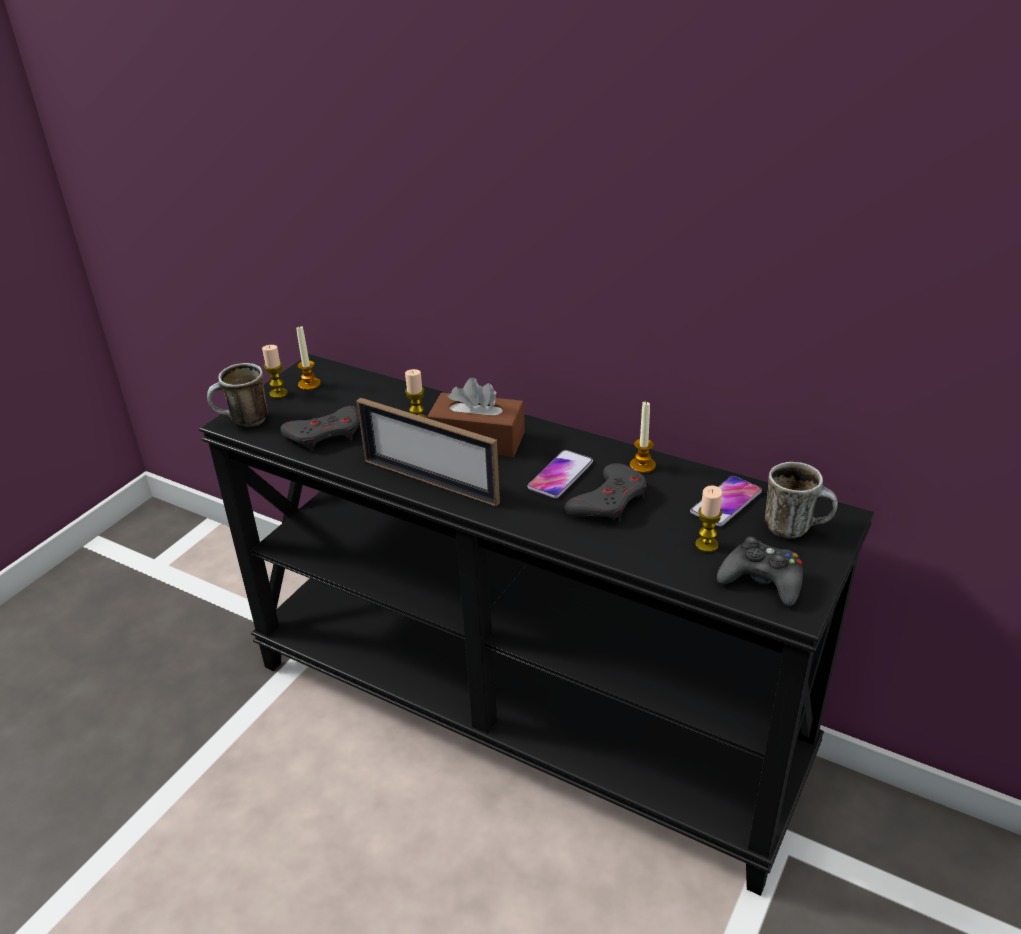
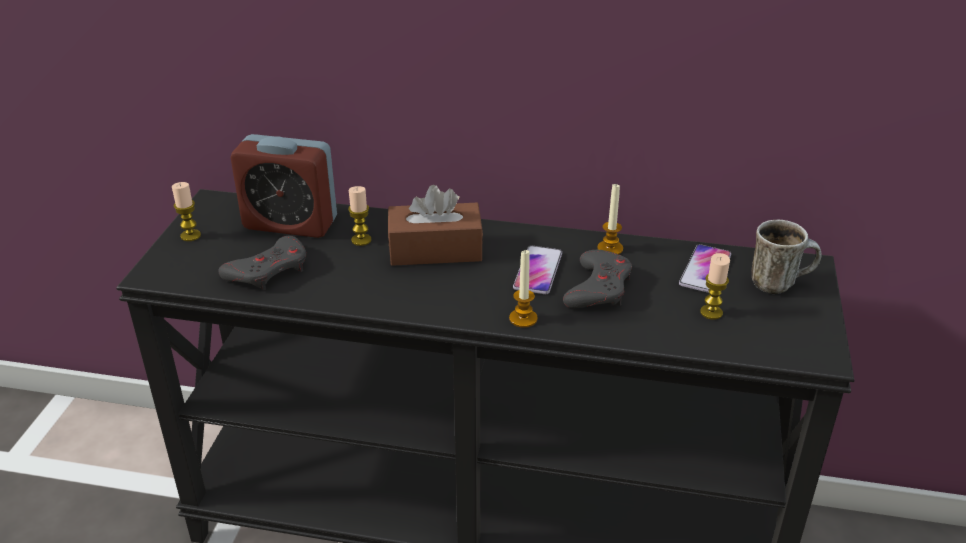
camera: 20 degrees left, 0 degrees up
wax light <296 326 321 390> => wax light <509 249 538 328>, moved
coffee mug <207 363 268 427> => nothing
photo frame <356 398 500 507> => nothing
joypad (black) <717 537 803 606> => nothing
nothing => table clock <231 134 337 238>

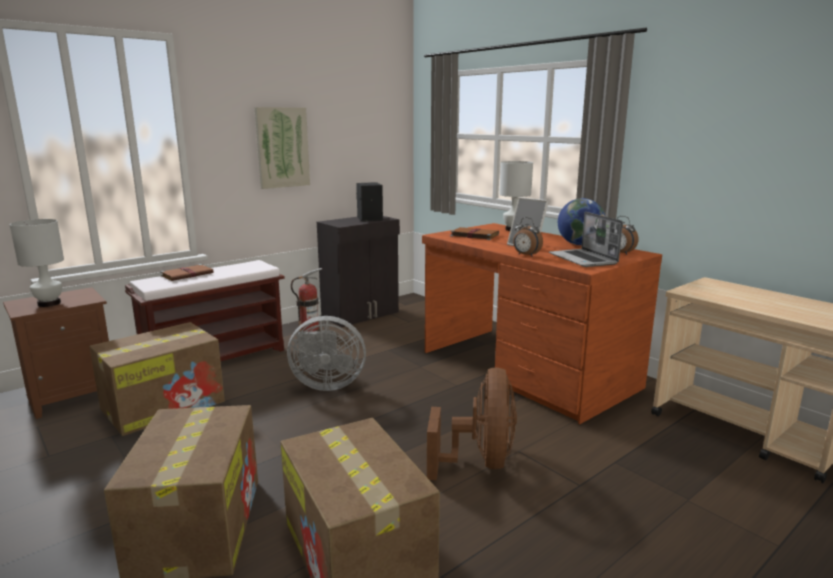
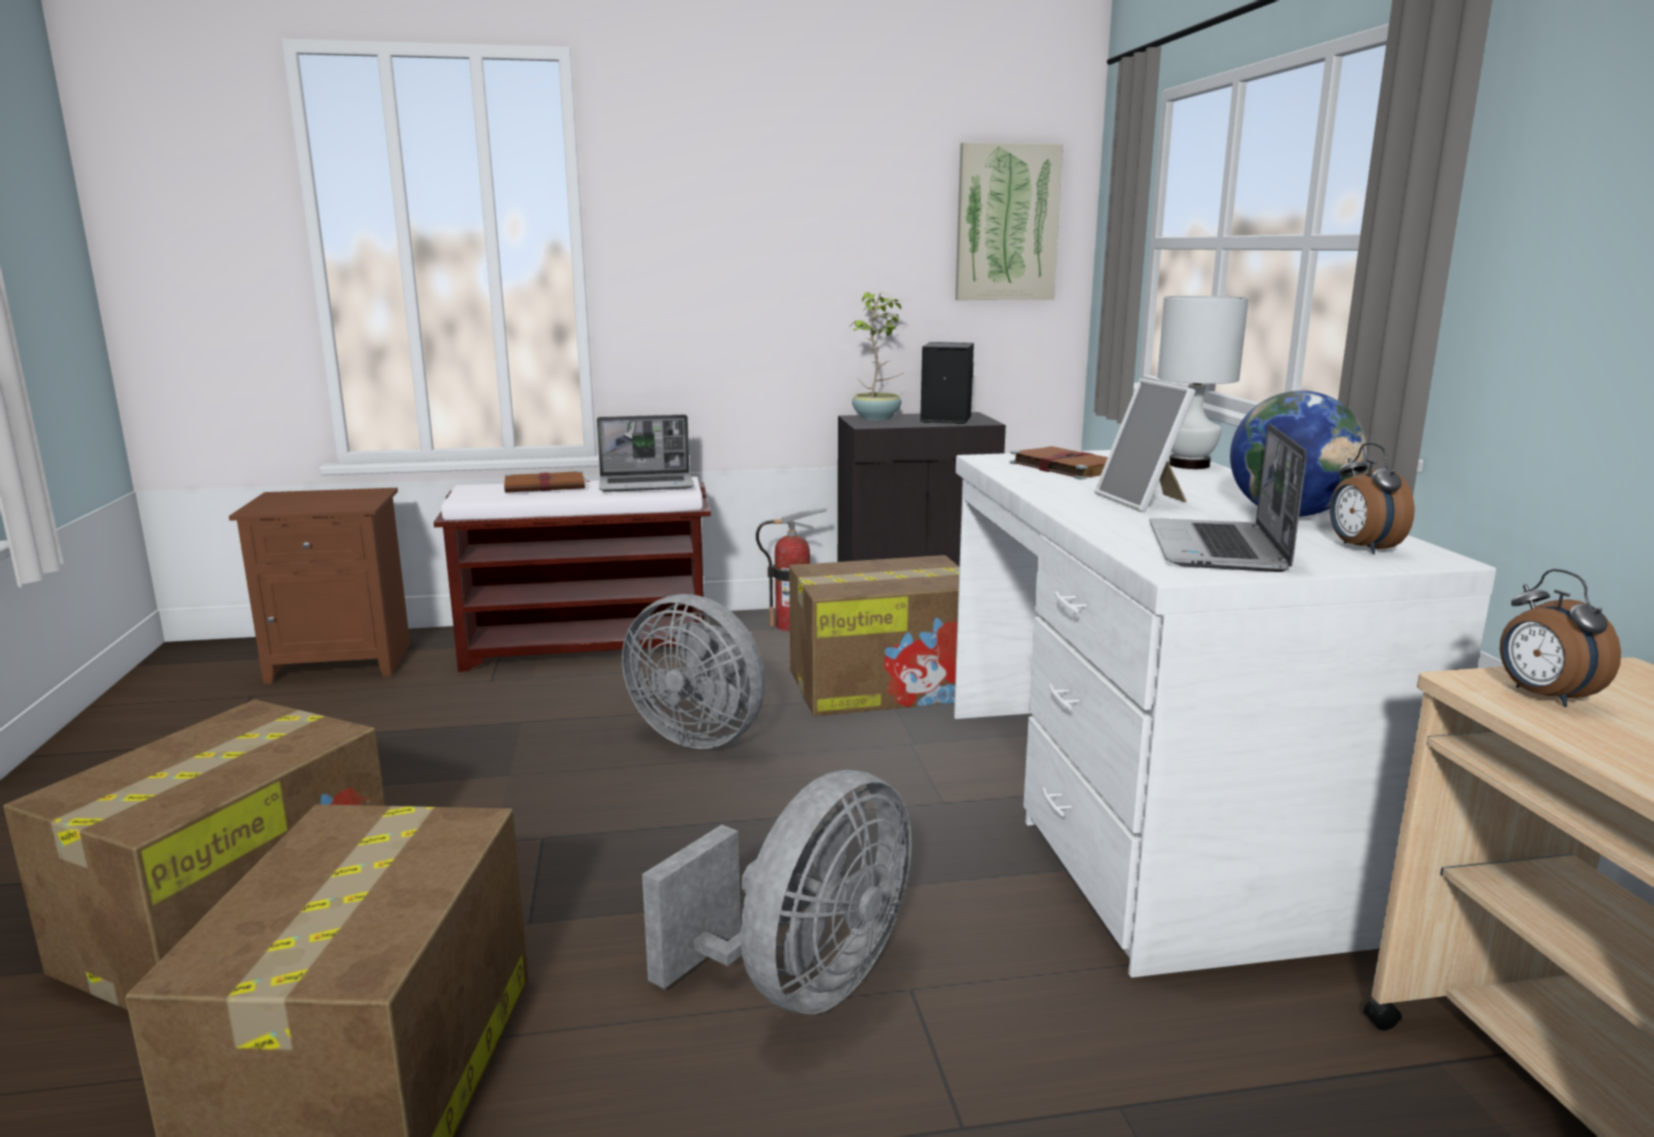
camera: 30 degrees right, 0 degrees up
wall art <254 107 310 189> => wall art <955 142 1063 300>, moved
table clock <513 217 543 257> => table clock <1500 569 1621 707>, moved
lamp for a table (white-coloured) <9 219 64 307> => nothing
desk (brown) <422 223 662 424> => desk (white-coloured) <954 450 1496 978>
packing box <89 322 225 436> => packing box <789 555 959 716>, moved
cooling fan (brown) <427 367 517 480> => cooling fan (greyish) <642 770 911 1014>
nothing => plant in a pot <852 292 903 420>
nothing => portable computer <597 415 694 492>

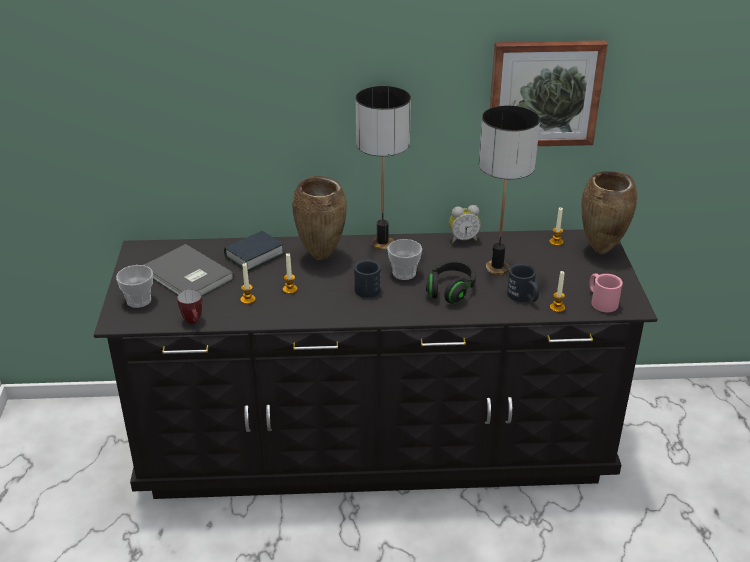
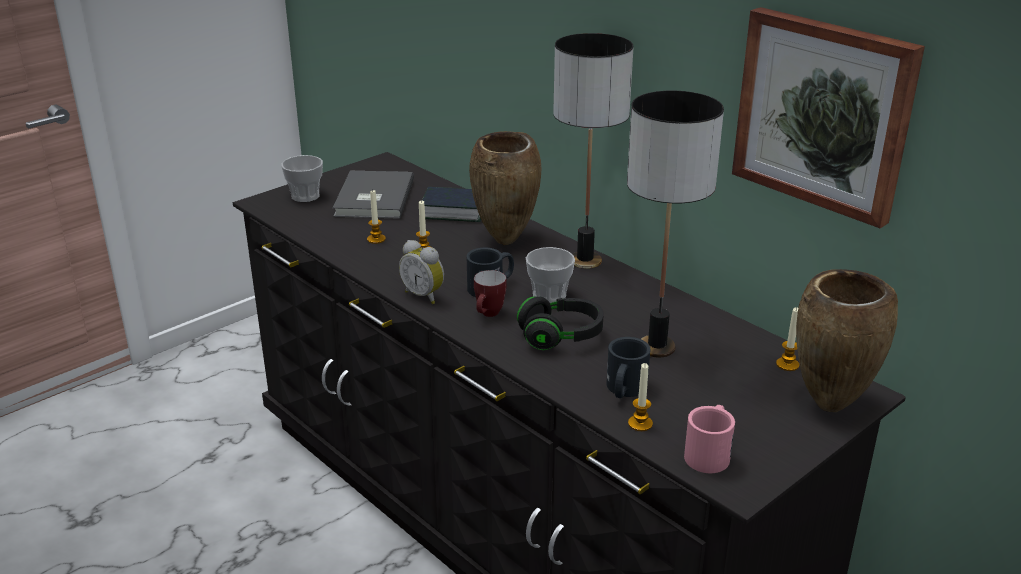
camera: 50 degrees right, 5 degrees down
table clock <449 205 481 243> => table clock <399 240 444 304>, moved
coffee mug <177 290 202 324> => coffee mug <474 270 507 317>, moved

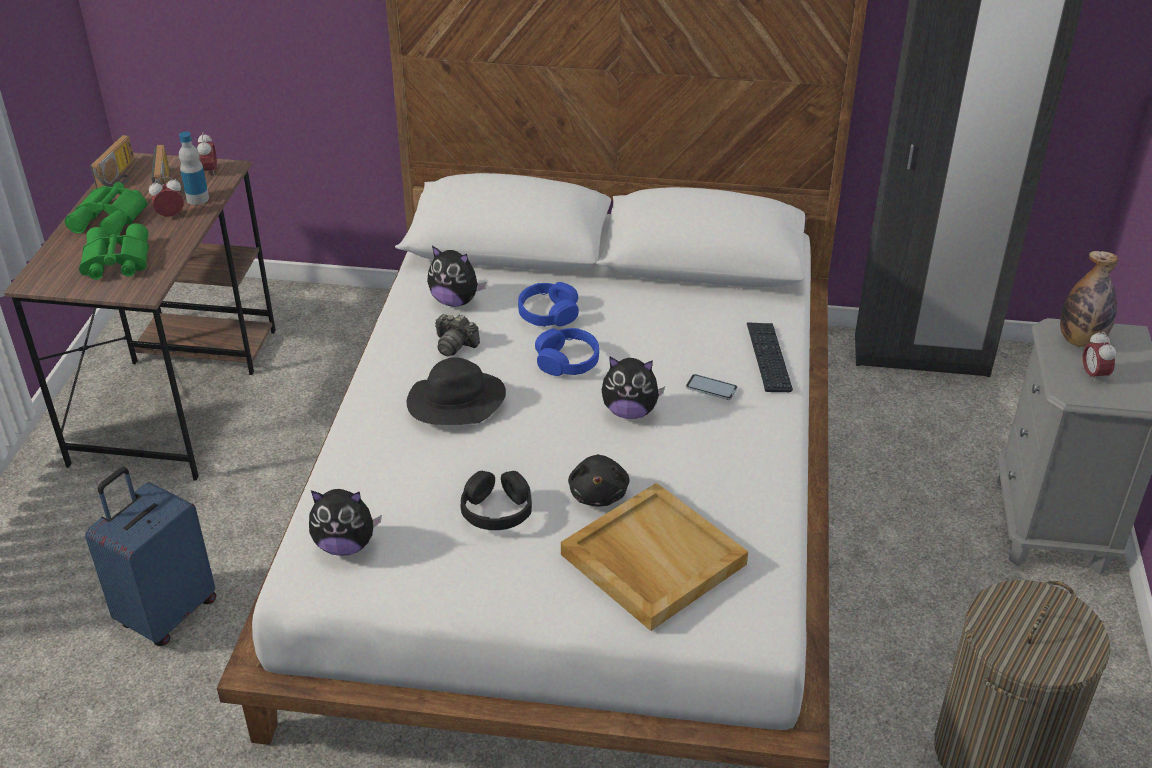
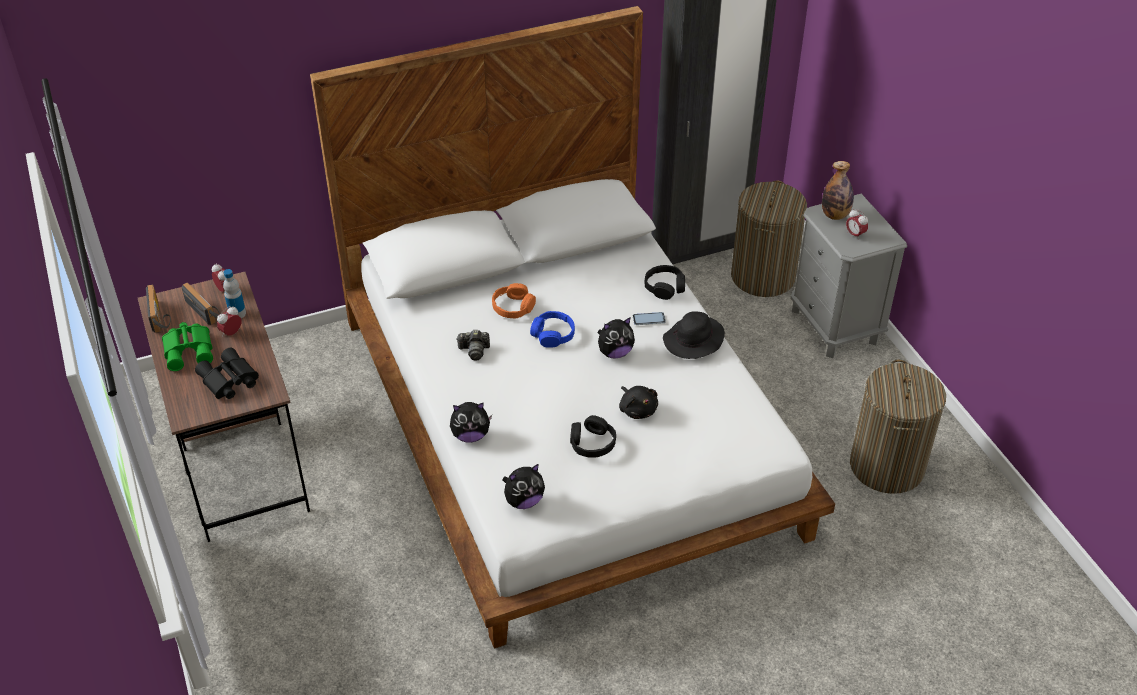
camera: 30 degrees left, 5 degrees up
binoculars (green-coloured) <79 223 149 280> => binoculars (black) <195 348 259 399>
soft toy <427 246 486 307> => soft toy <450 402 492 443>, moved
headphones (blue) <518 282 579 327> => headphones (orangey) <492 283 536 318>
keyboard <747 322 793 392> => headphones (black) <645 265 685 300>
wearable hat (black) <406 357 506 425> => wearable hat (black) <663 311 725 359>, moved
piece of luggage (blue) <85 467 216 646> => nothing
carrying tray (beige-coloured) <561 483 748 631> => nothing
nothing => washing basket <731 181 807 297>

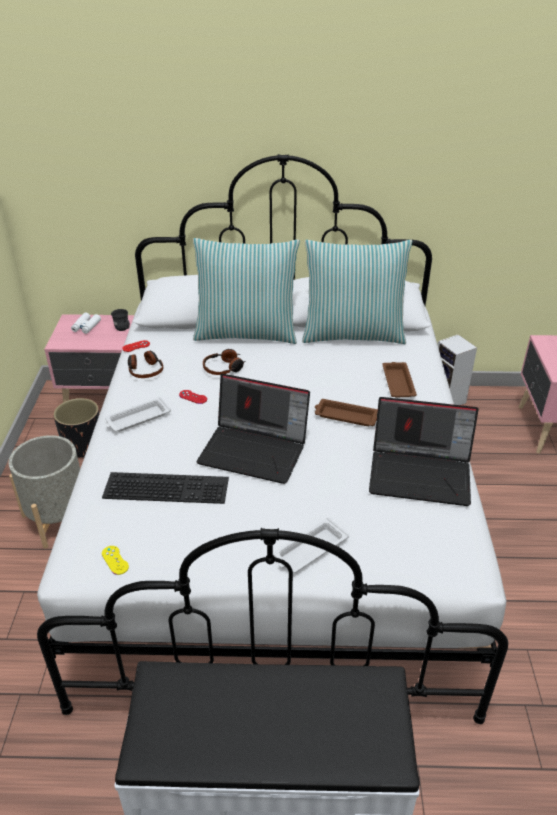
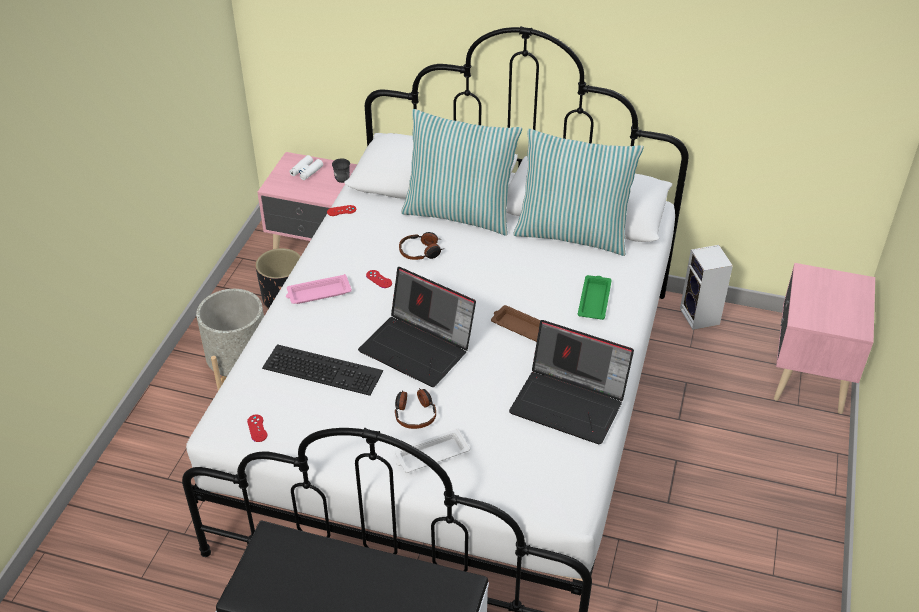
camera: 15 degrees right, 5 degrees up
headphones <128 351 163 378> => headphones <395 388 436 429>, moved
carrying tray (brown) <382 362 417 397> => carrying tray (green-coloured) <578 275 612 320>
carrying tray (white-coloured) <105 397 171 432> => carrying tray (pink-coloured) <286 274 352 304>
joypad (yellow) <102 546 129 575> => joypad (red-coloured) <247 415 267 442>

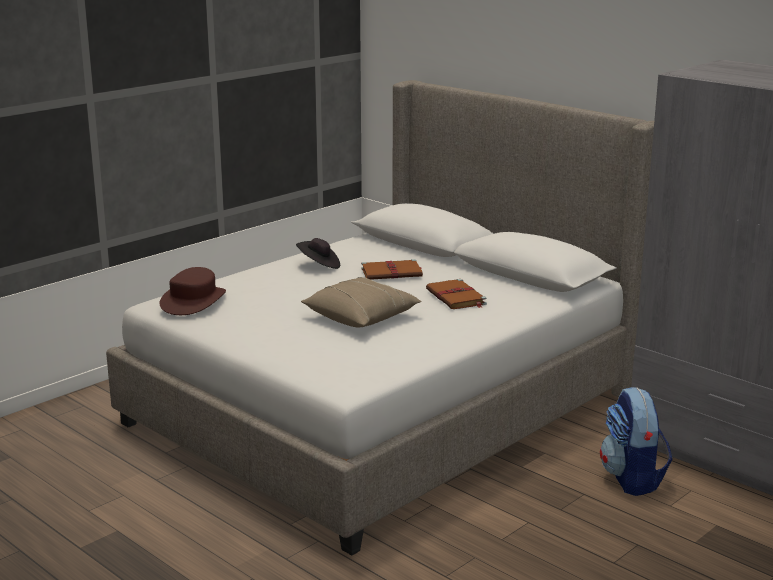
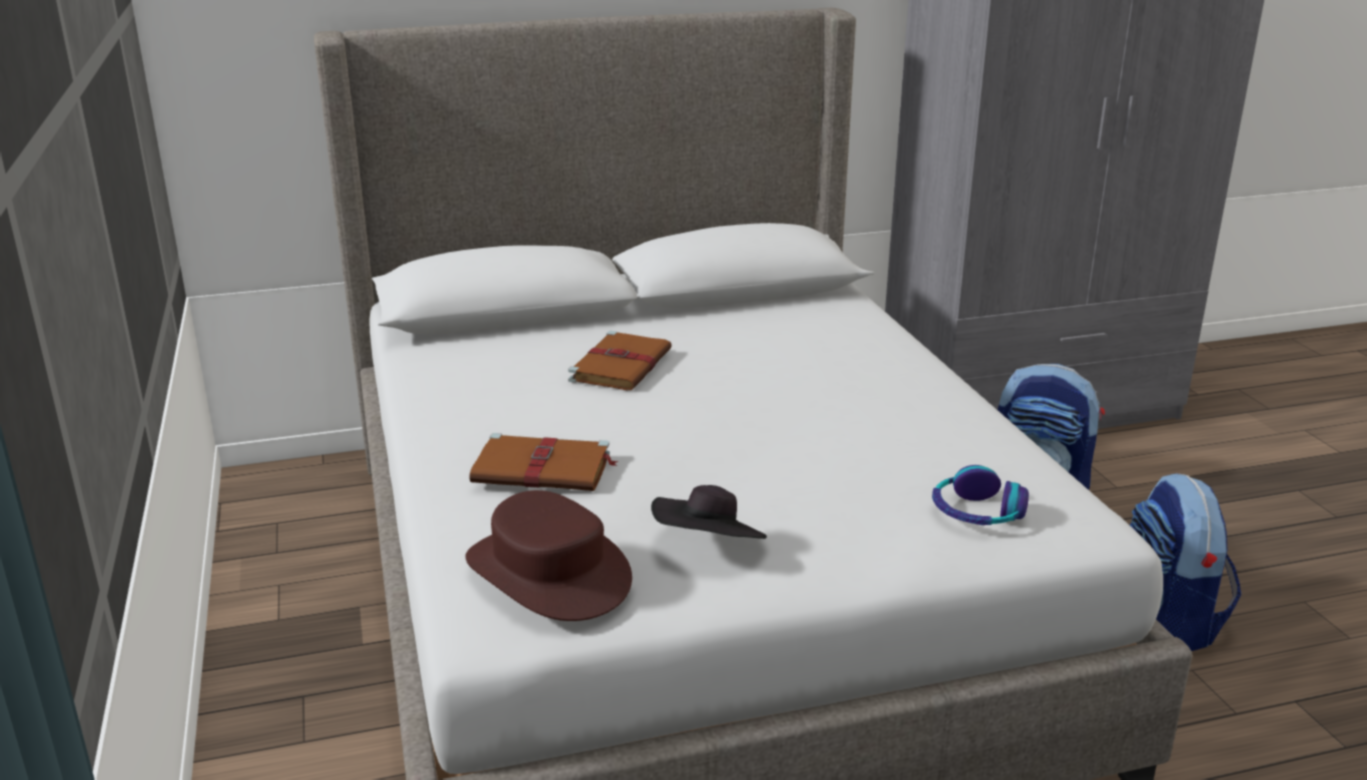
camera: 60 degrees left, 5 degrees up
wearable hat (black) <296 238 340 269> => wearable hat (black) <651 485 767 539>, moved
cushion (beige-coloured) <301 277 422 328> => nothing
book (brown) <426 279 487 309> => book (brown) <470 433 619 491>, moved
nothing => headphones <932 465 1029 525>
nothing => backpack <1130 473 1242 651>

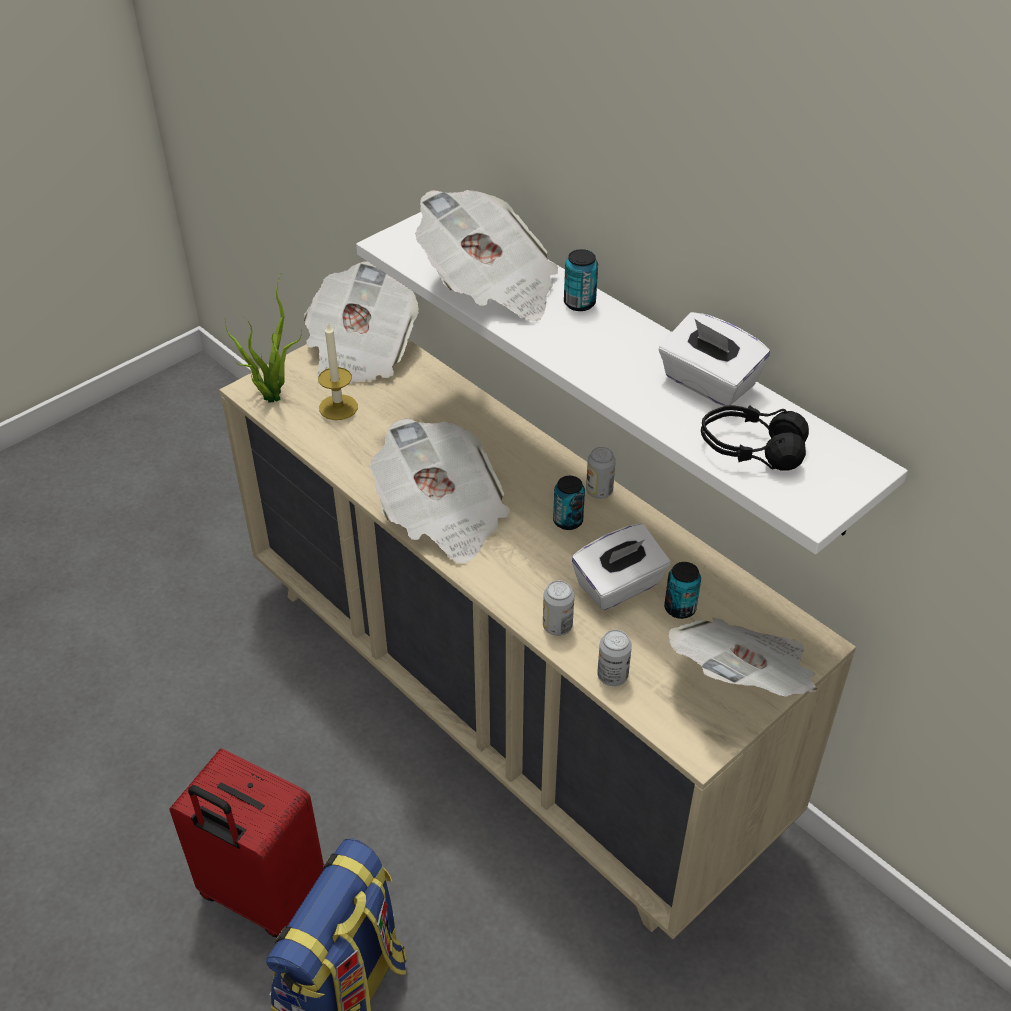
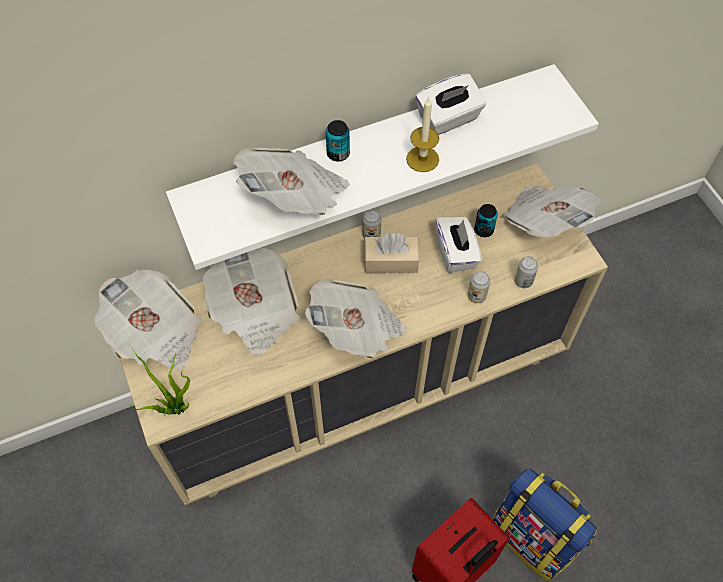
camera: 70 degrees left, 15 degrees up
wax light <318 322 358 420> => wax light <406 98 439 172>, moved
headphones (black) <701 405 809 471> => nothing
metal can <553 476 585 530> => tissue box (beige-coloured) <364 233 419 273>
nothing => printed paper <203 248 300 355>

